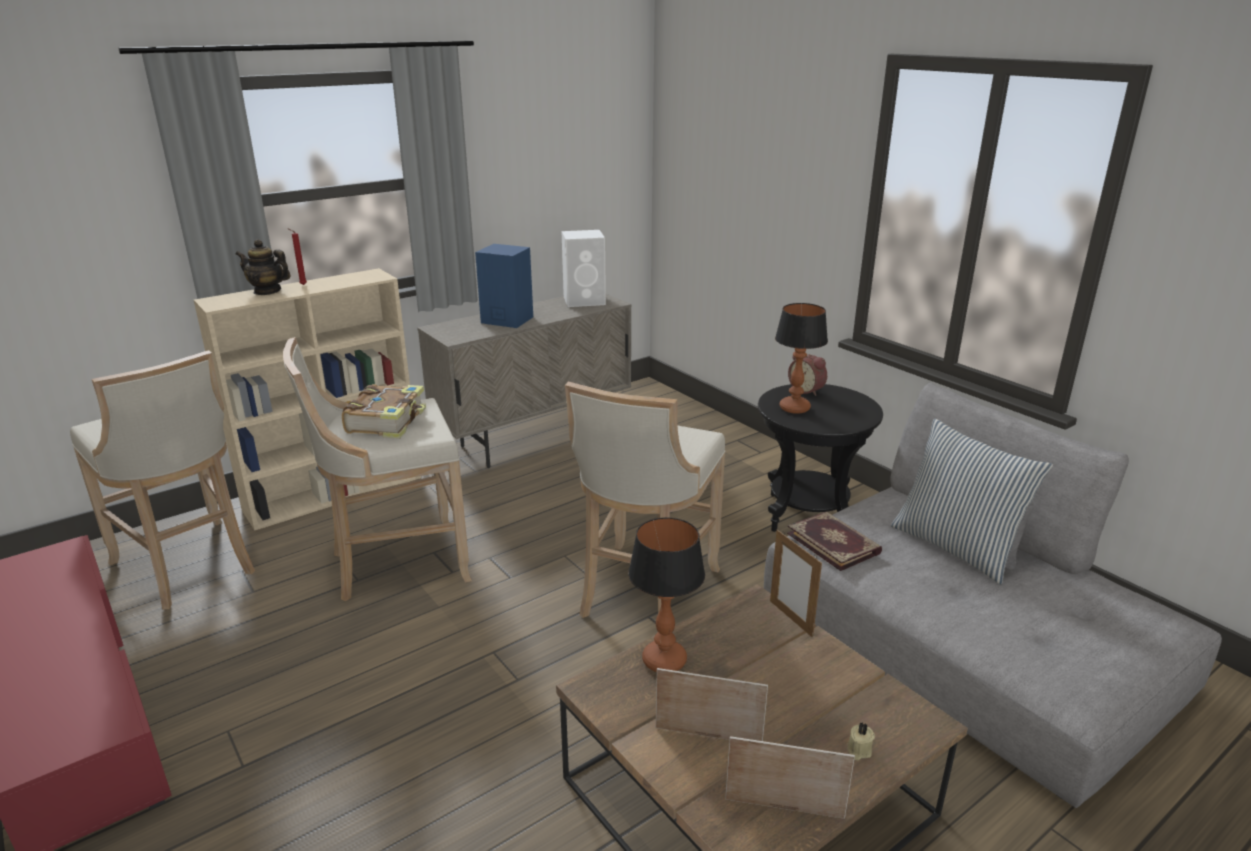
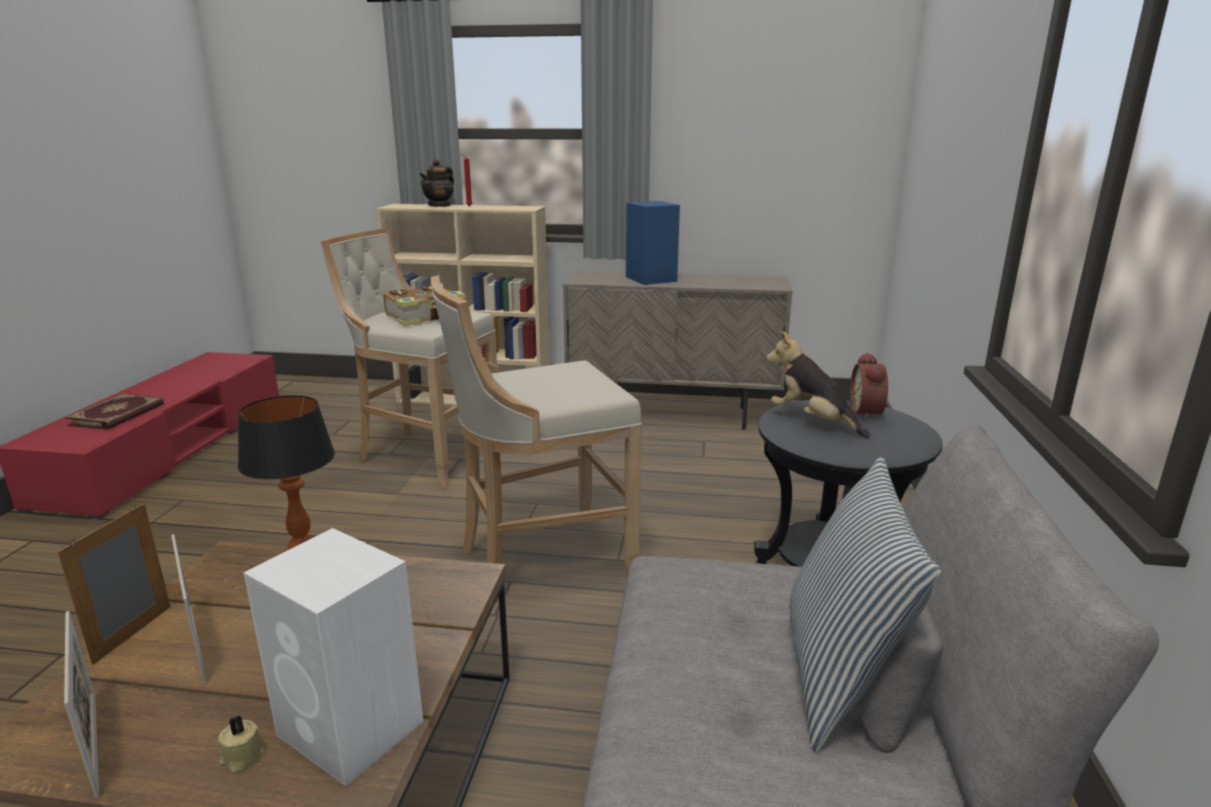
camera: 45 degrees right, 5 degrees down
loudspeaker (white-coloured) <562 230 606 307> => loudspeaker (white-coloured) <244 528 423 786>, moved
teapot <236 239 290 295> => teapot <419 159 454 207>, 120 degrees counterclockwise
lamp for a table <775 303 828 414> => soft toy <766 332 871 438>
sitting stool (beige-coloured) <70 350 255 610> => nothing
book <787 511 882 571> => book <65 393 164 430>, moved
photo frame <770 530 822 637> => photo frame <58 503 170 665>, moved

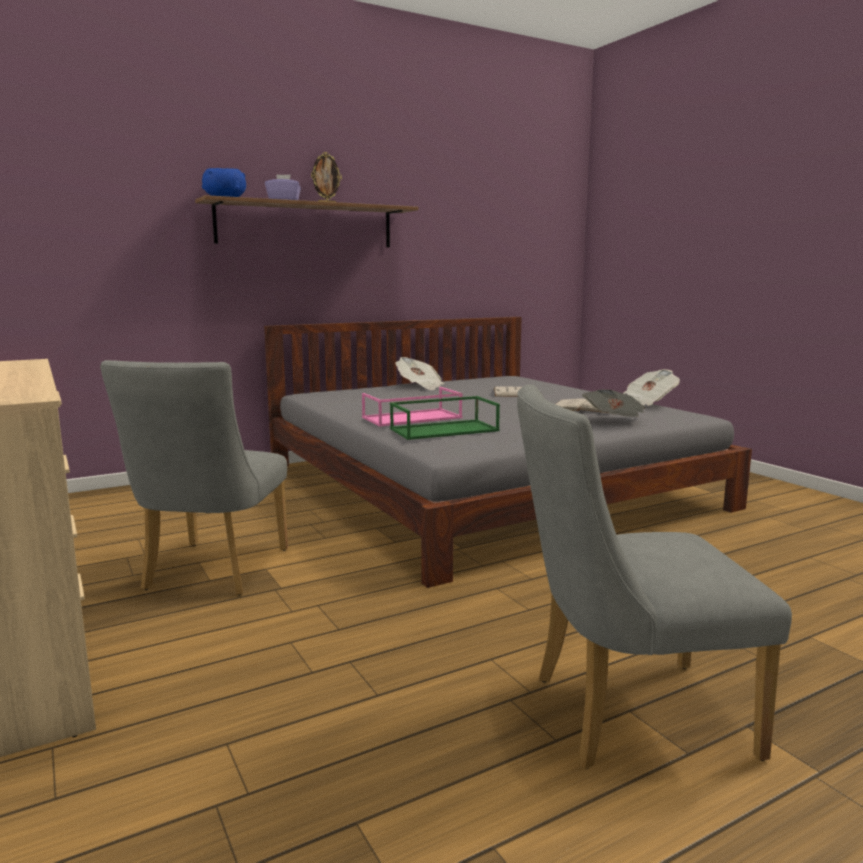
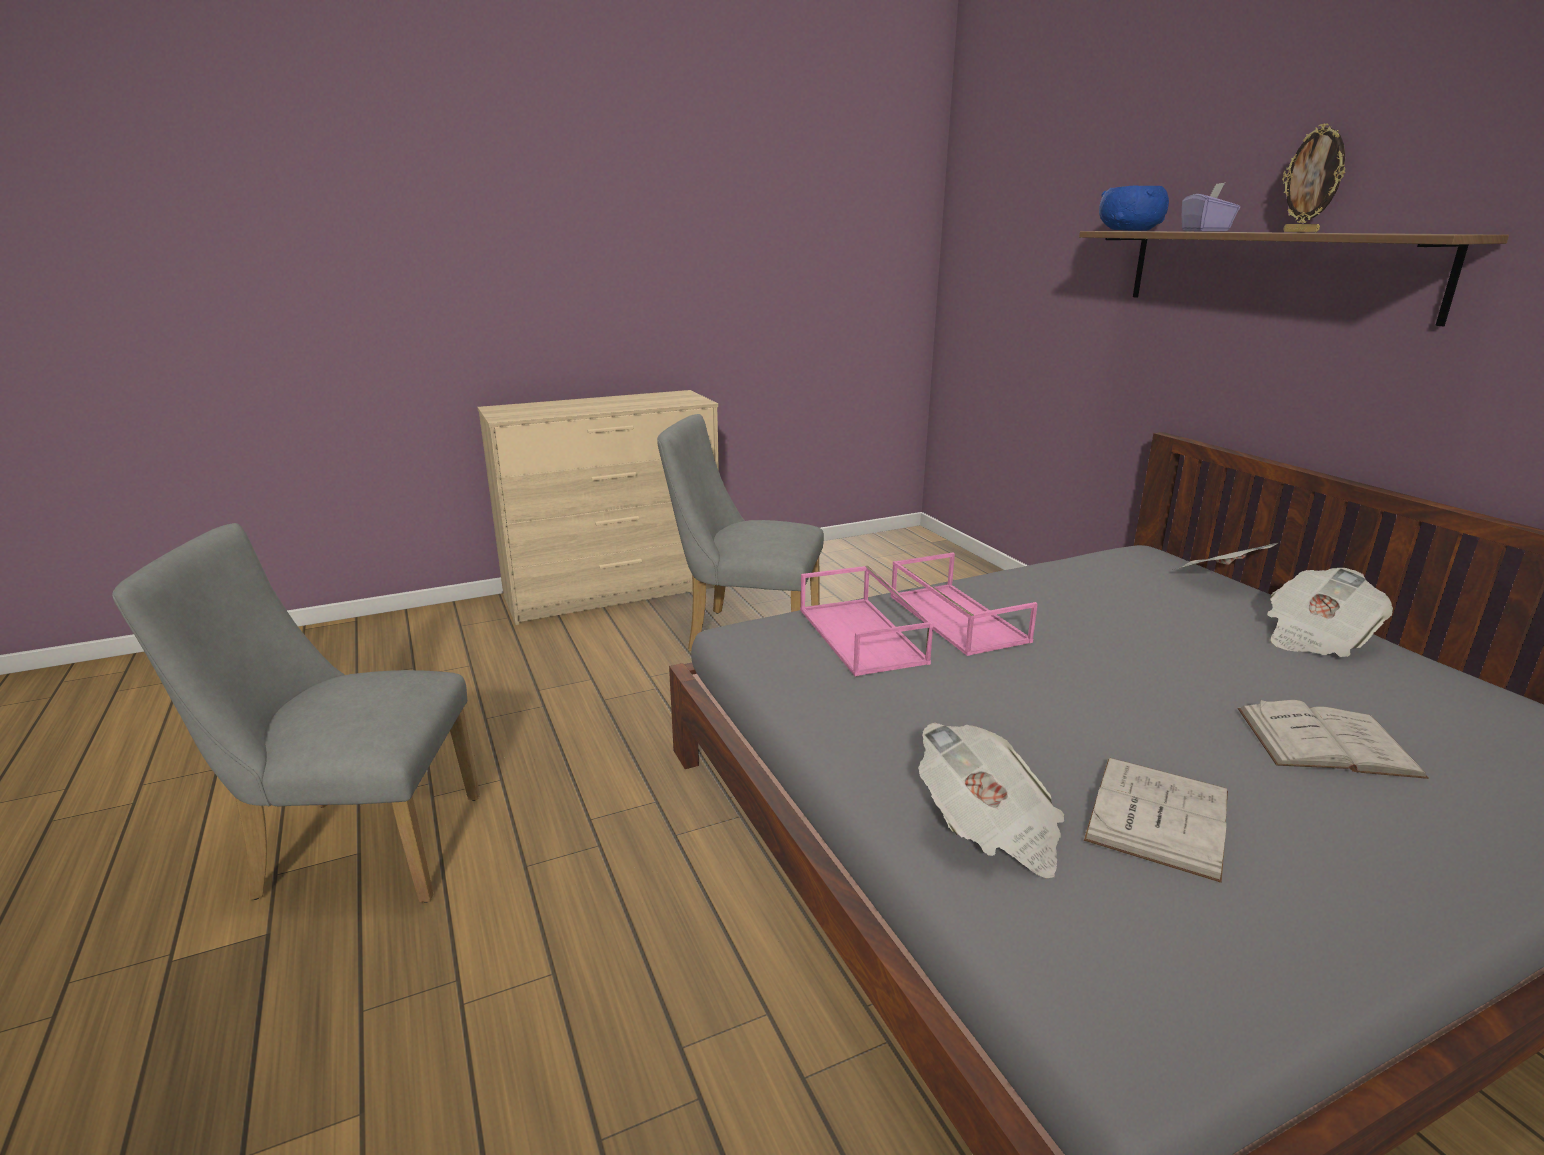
camera: 95 degrees right, 10 degrees up
printed paper <623 369 680 406> => printed paper <1172 543 1278 570>, moved
plain chair (greyish) <517 384 792 770> => plain chair (greyish) <112 523 480 903>, 90 degrees counterclockwise
carrying tray (green-coloured) <390 396 500 440> => carrying tray (pink-coloured) <800 566 934 676>

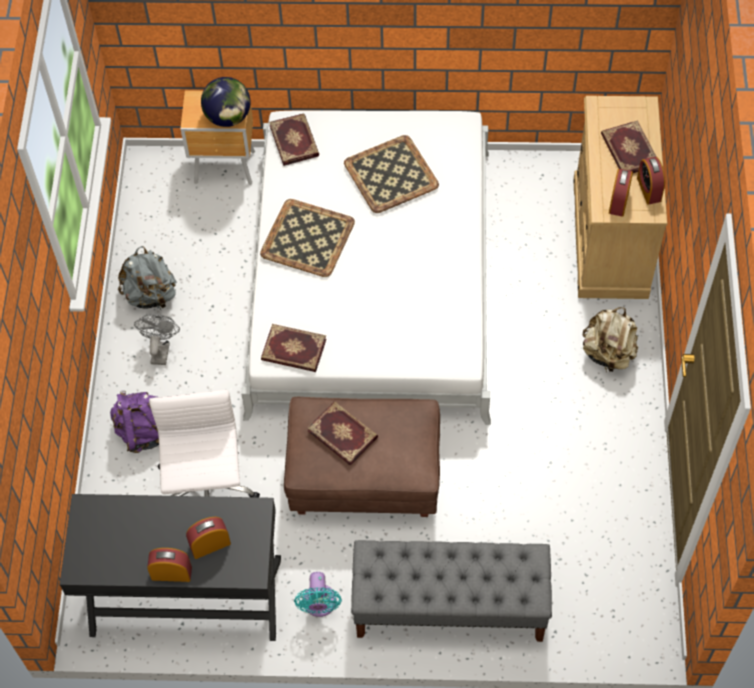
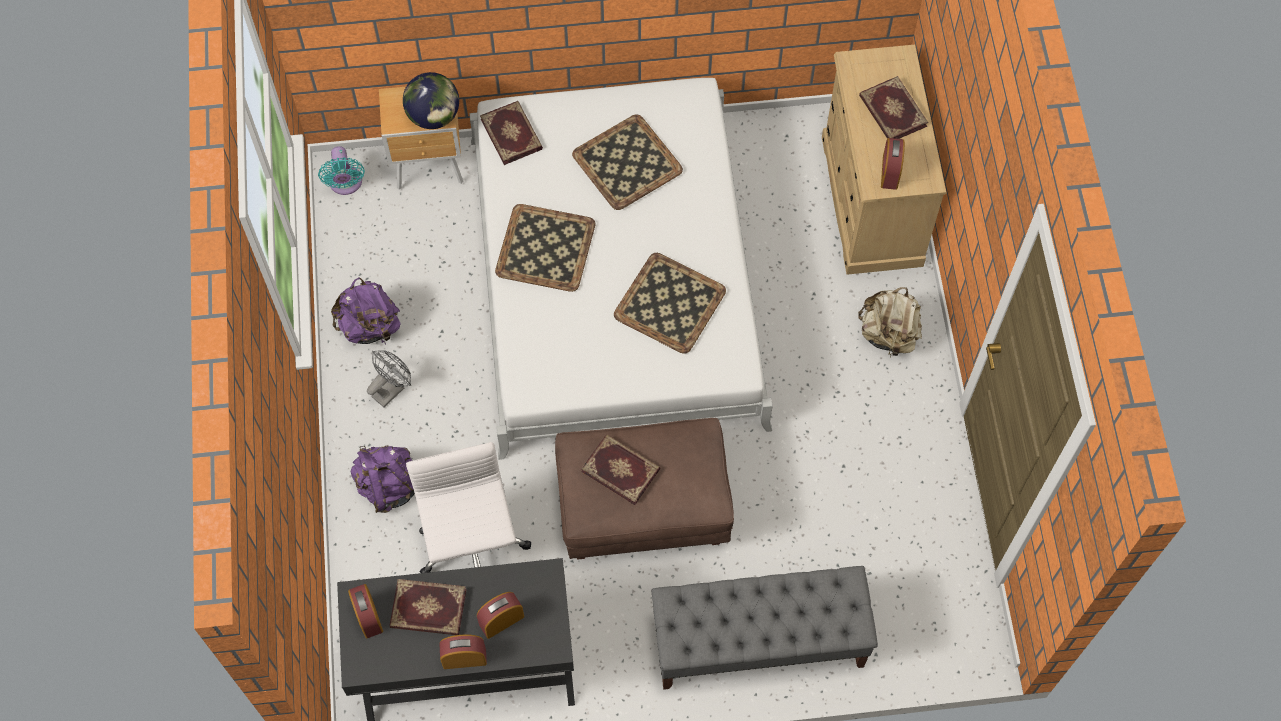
camera: 10 degrees left, 5 degrees up
table clock <637 157 665 205> => table clock <348 584 383 638>, moved
backpack (greyish) <118 246 177 310> => backpack (purplish) <331 277 401 344>
cooling fan (greyish) <134 314 180 365> => cooling fan (greyish) <367 350 411 407>, 45 degrees clockwise
book <261 324 326 372> => book <390 579 467 635>, moved
cooling fan (turquoise-coloured) <294 572 342 617> => cooling fan (turquoise-coloured) <318 146 365 195>, moved
nothing => carrying tray <614 253 726 354>

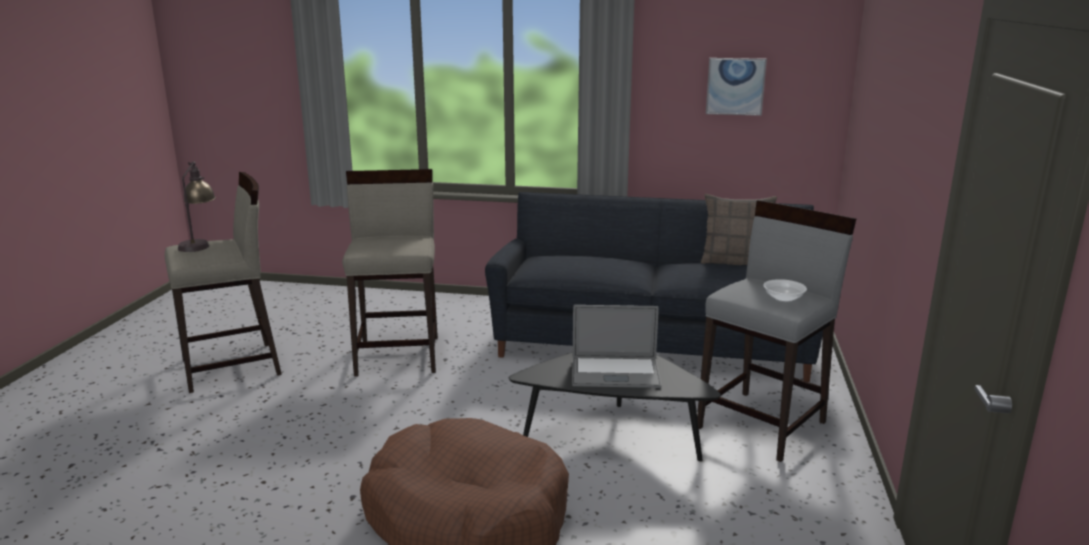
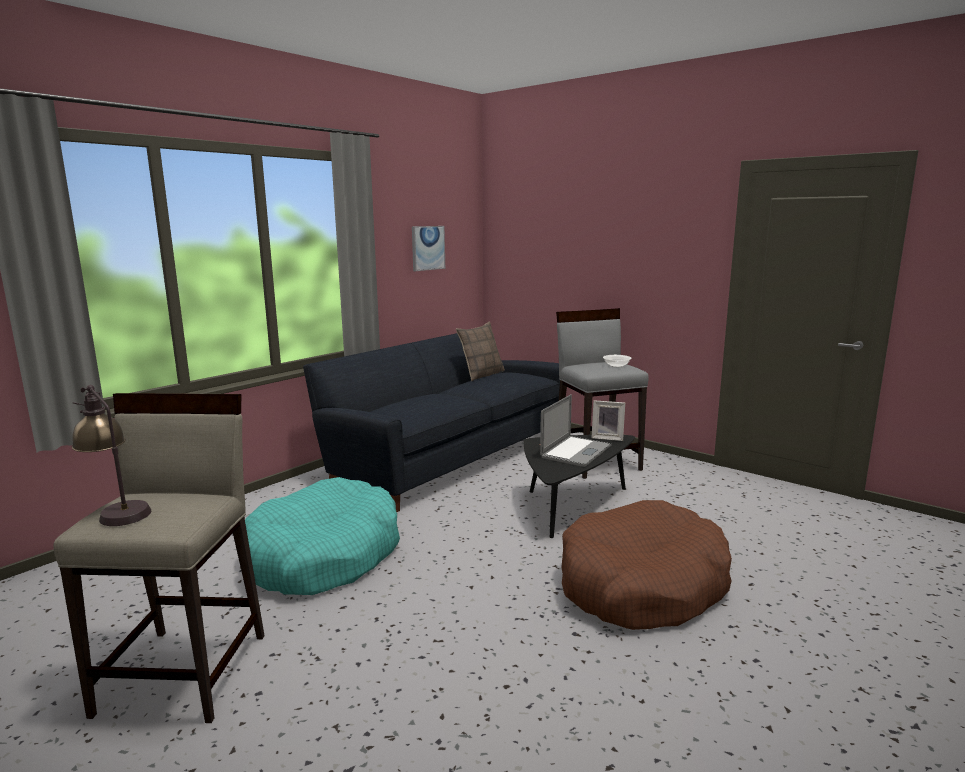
camera: 60 degrees left, 5 degrees down
sitting stool (beige-coloured) <342 169 438 377> => dog bed (turquoise-coloured) <245 477 400 595>
nothing => photo frame <592 400 625 441>

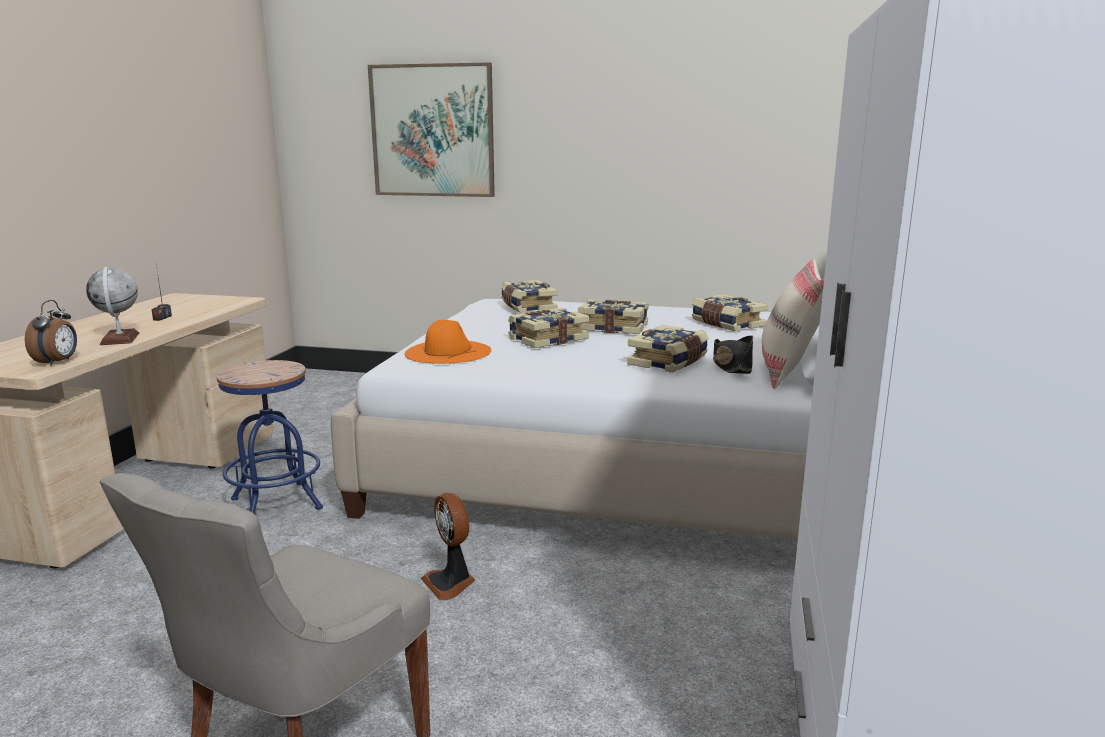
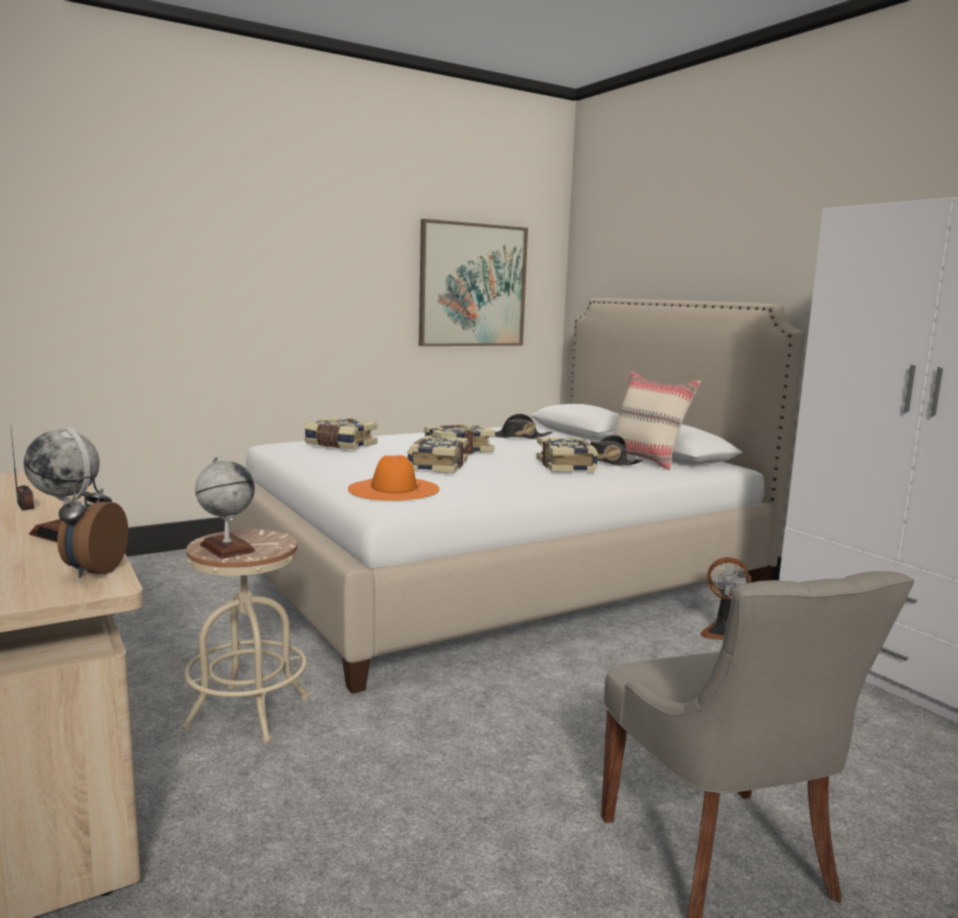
camera: 45 degrees left, 5 degrees down
wall art <368 63 495 197> => wall art <419 219 528 346>, moved
book <692 294 768 331> => wearable hat (black) <495 414 553 439>
table clock <25 300 77 366> => table clock <57 476 128 578>, 135 degrees counterclockwise
sitting stool (blue) <217 360 323 514> => sitting stool (beige-coloured) <182 529 309 744>
cooling fan <421 493 475 600> => cooling fan <700 557 750 640>, moved
nothing => globe <195 456 256 559>

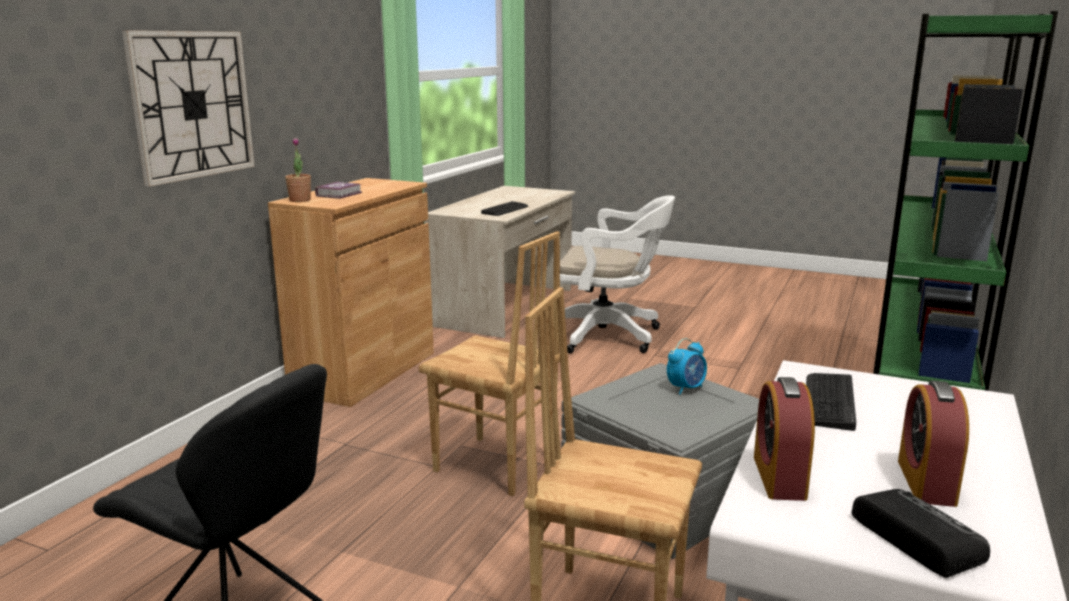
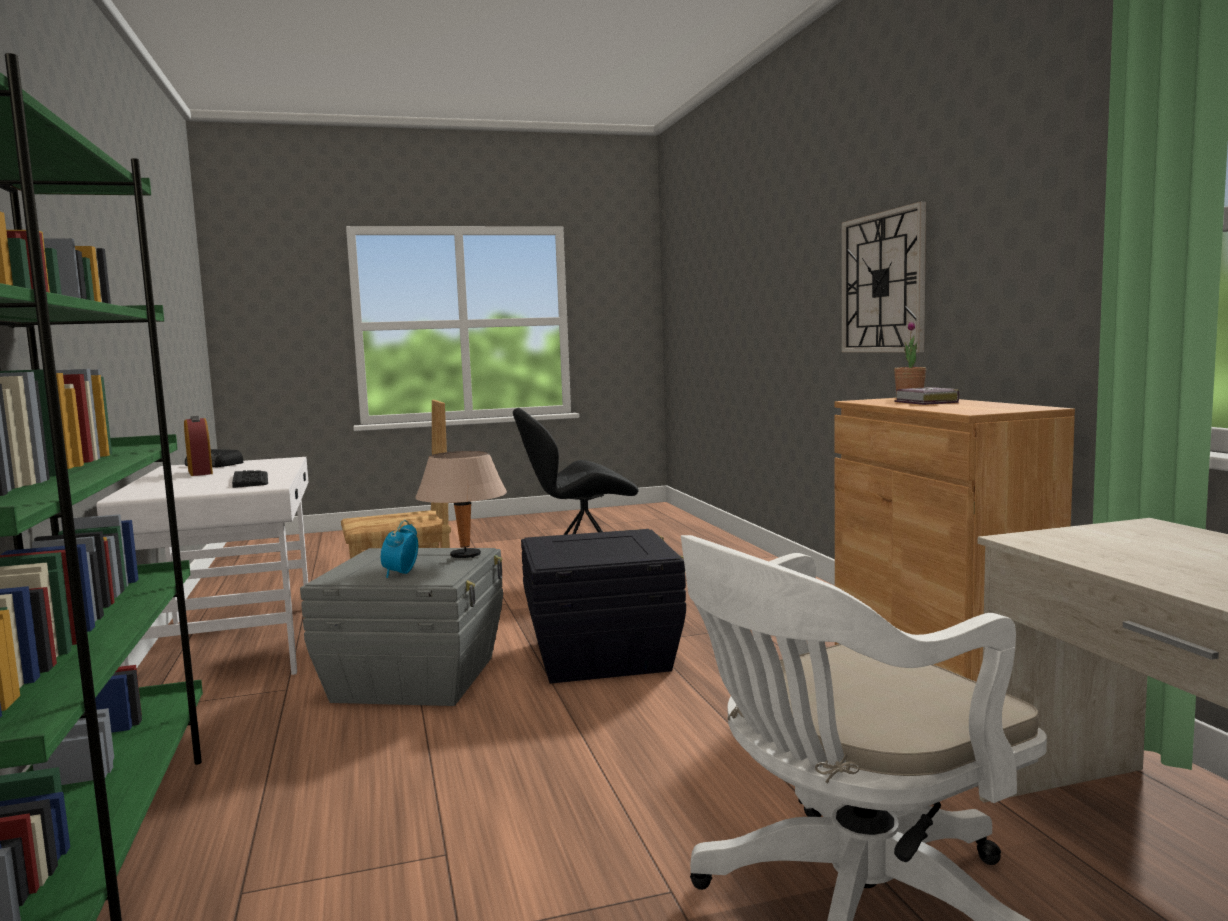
camera: 140 degrees right, 10 degrees down
keyboard <481 201 528 216> => nothing
plain chair (brown) <419 231 560 496> => storage bin (black) <521 529 686 684>
table clock <754 377 815 501> => nothing
nothing => lamp for a table (beige-coloured) <415 451 507 558>

